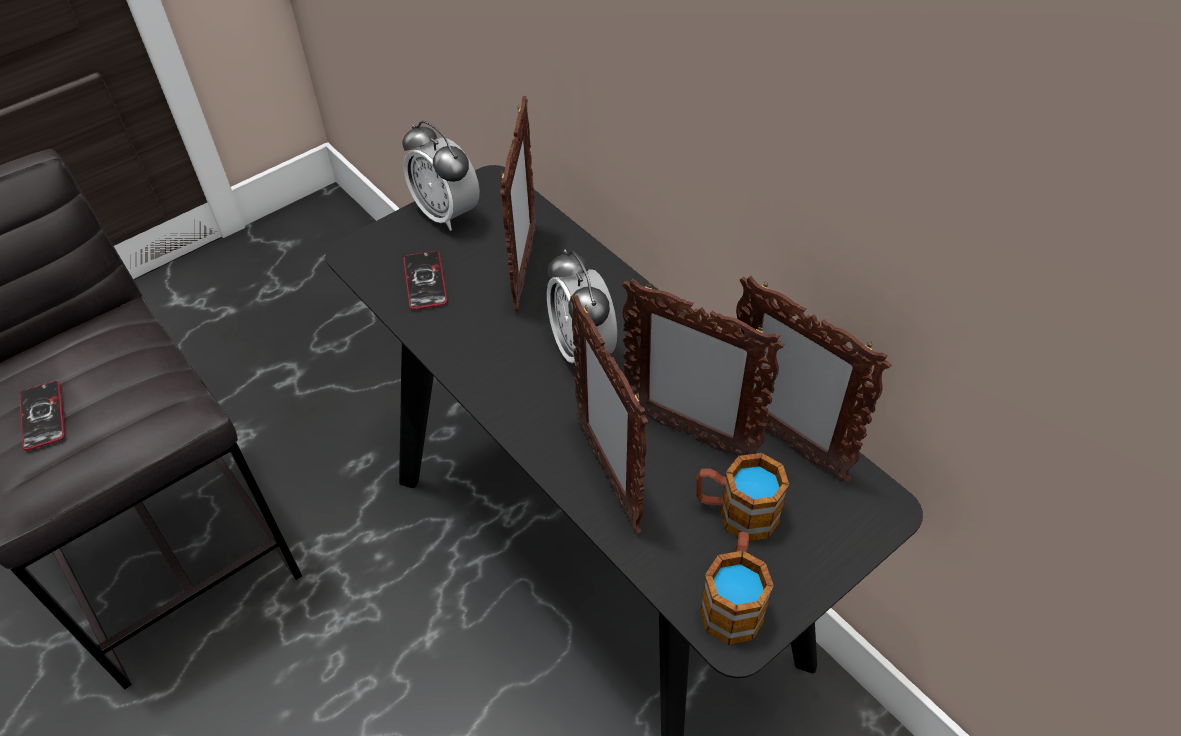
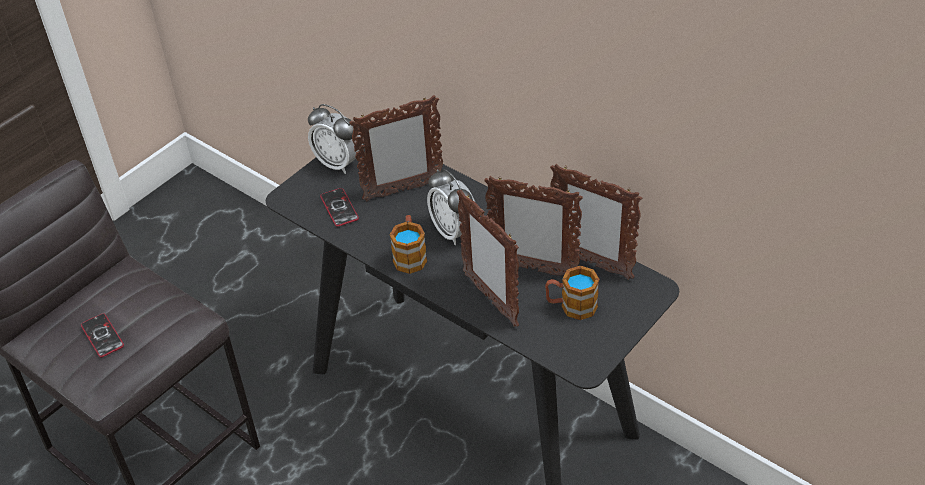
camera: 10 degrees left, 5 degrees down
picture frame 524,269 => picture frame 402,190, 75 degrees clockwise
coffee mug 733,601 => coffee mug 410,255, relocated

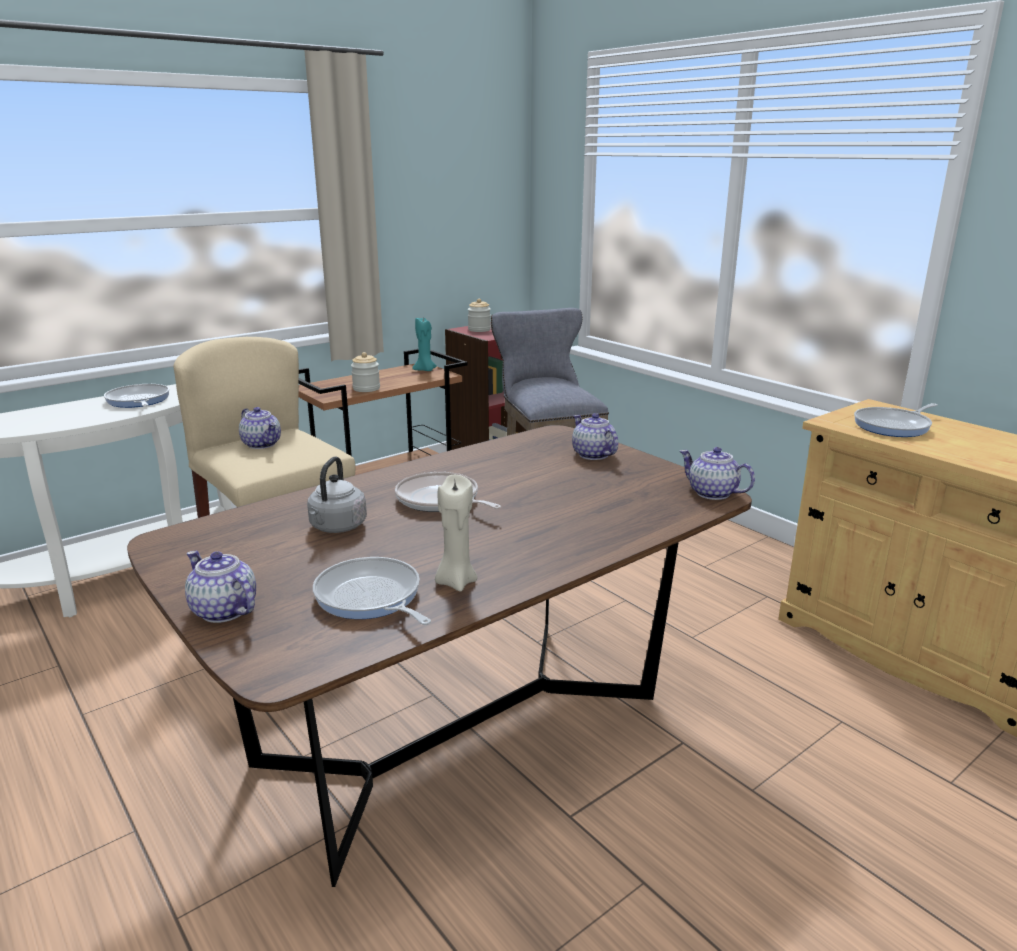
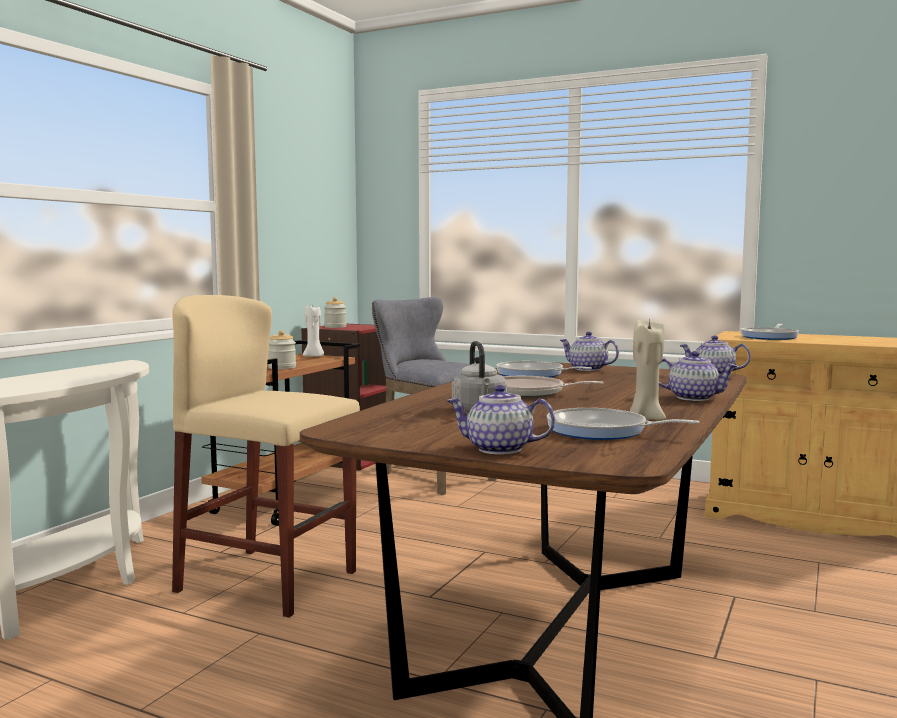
camera: 25 degrees left, 15 degrees down
turquoise-coloured wax candle 425,370 => whitish wax candle 314,356
skillet 138,401 => skillet 533,374, relocated
tea pot 262,444 => tea pot 693,398, relocated

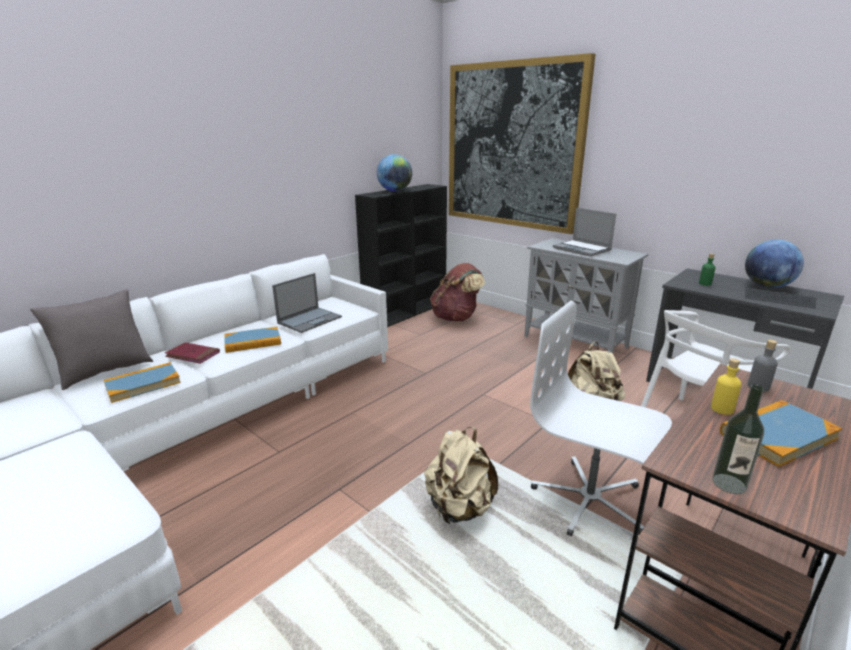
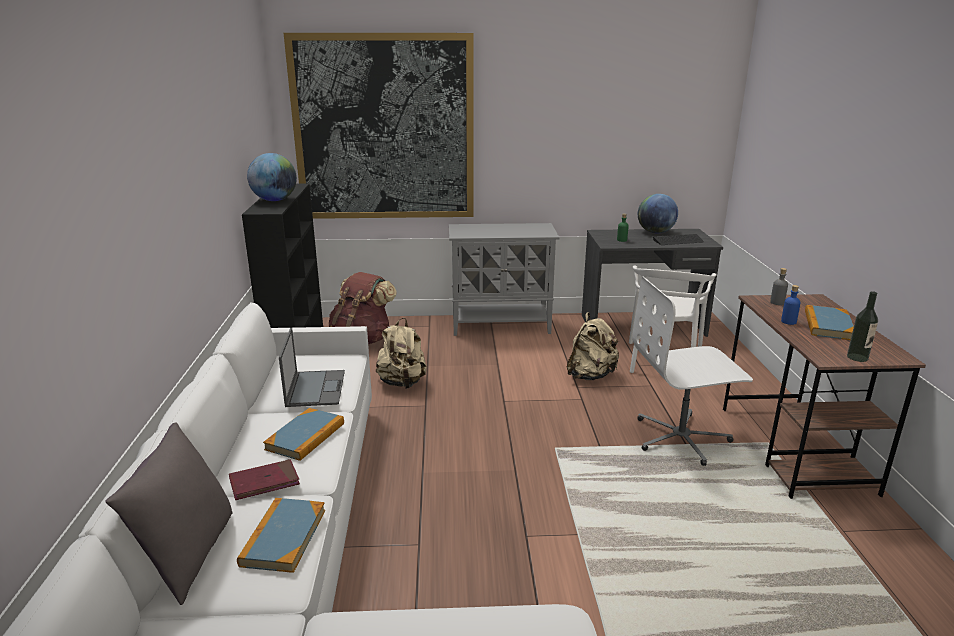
camera: 45 degrees left, 0 degrees up
beige backpack 459,508 => beige backpack 402,383, relocated
yellow bottle 722,409 => bluish bottle 788,321
laptop 582,249 => nothing

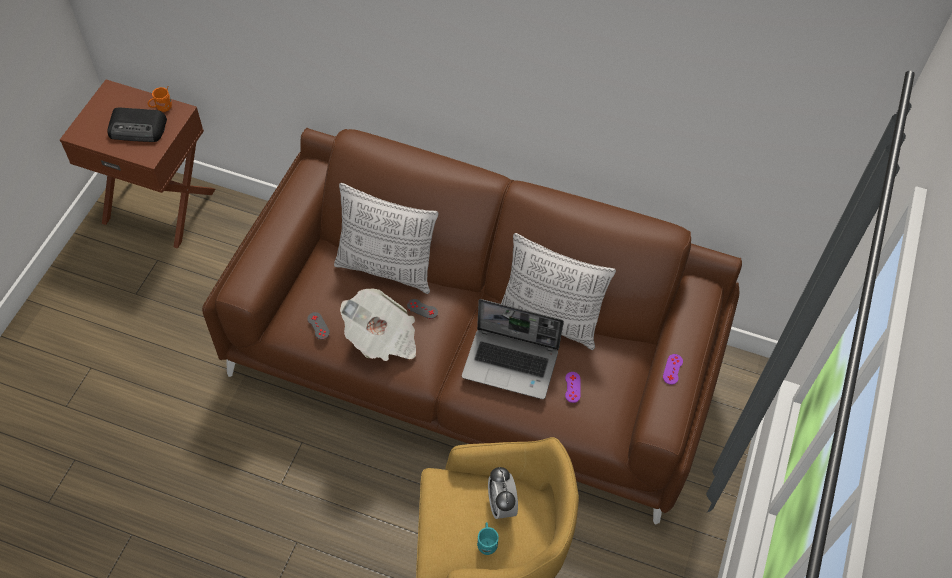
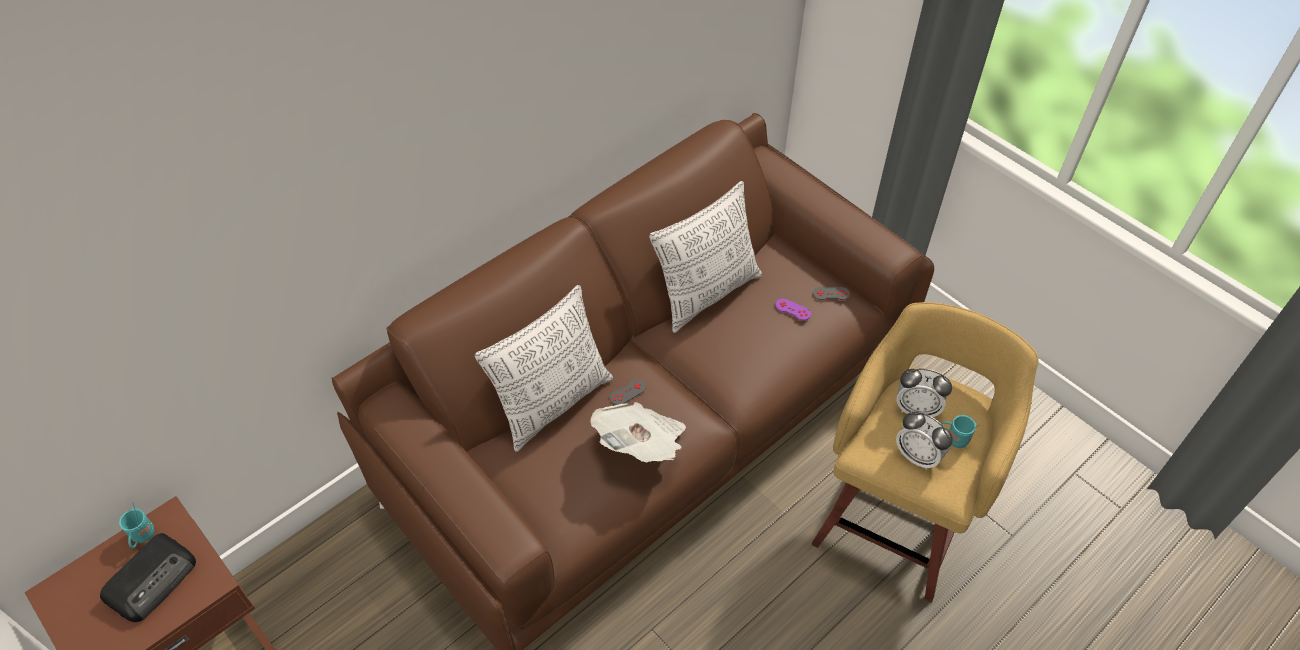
camera: 60 degrees left, 5 degrees down
orangey coffee mug 162,108 => turquoise-coloured coffee mug 142,537
gray joypad 318,326 => gray joypad 831,293, relocated
nothing => alarm clock 918,456
laptop 512,364 => nothing
purple joypad 672,369 => nothing

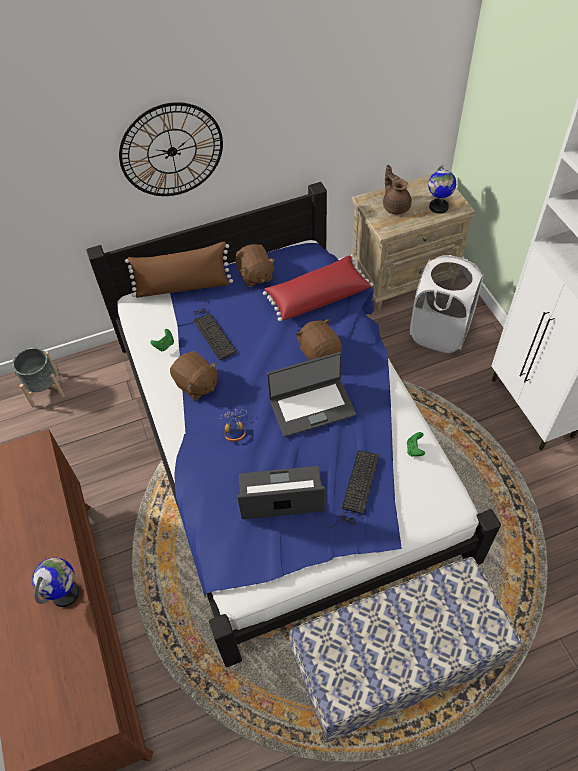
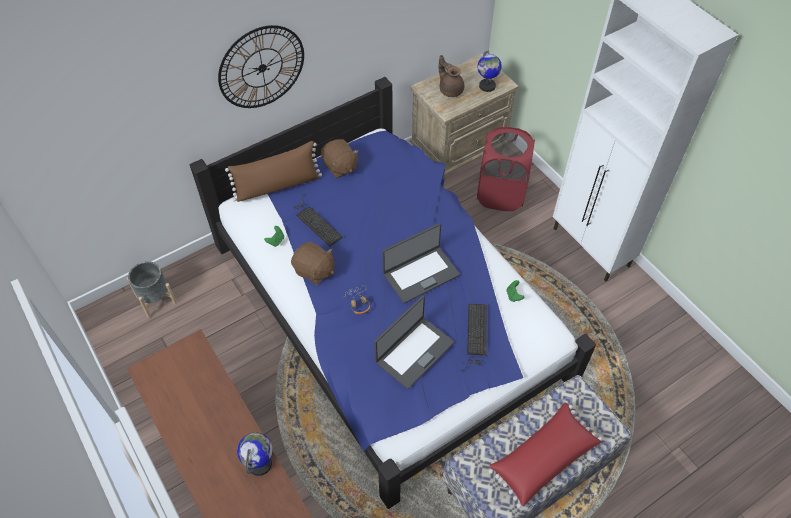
camera: 15 degrees left, 0 degrees up
laptop 281,495 => laptop 414,351, 150 degrees clockwise
whitish laundry basket 440,332 => red-coloured laundry basket 501,194
red-coloured throw pillow 317,296 => red-coloured throw pillow 542,458, relocated
brown-coloured soft toy 320,352 => nothing

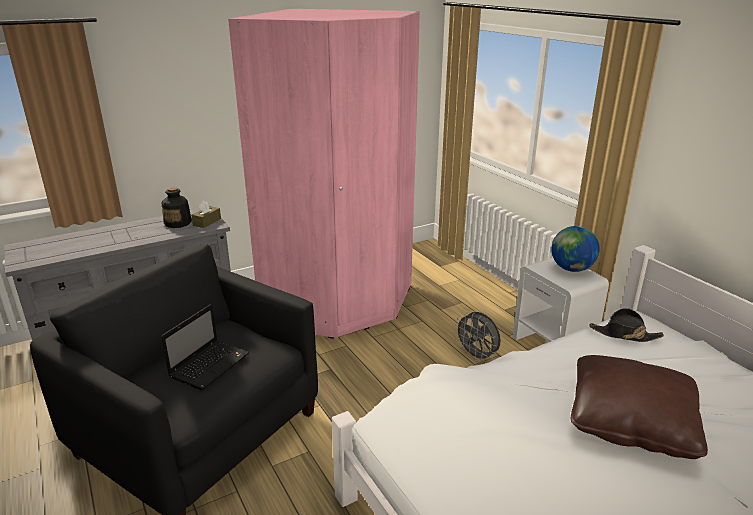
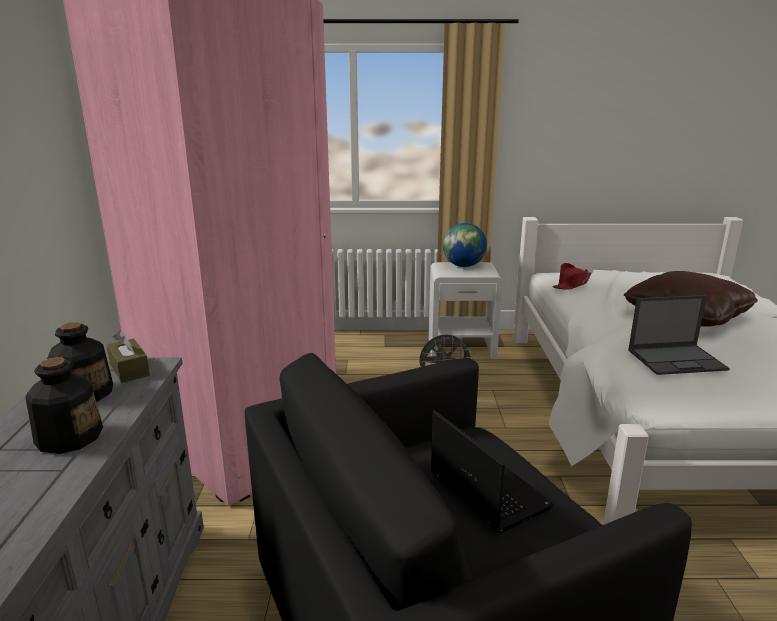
camera: 60 degrees left, 5 degrees down
nothing => bottle 69,437
black-coloured wearable hat 624,334 => red-coloured wearable hat 571,284
nothing => laptop 677,359

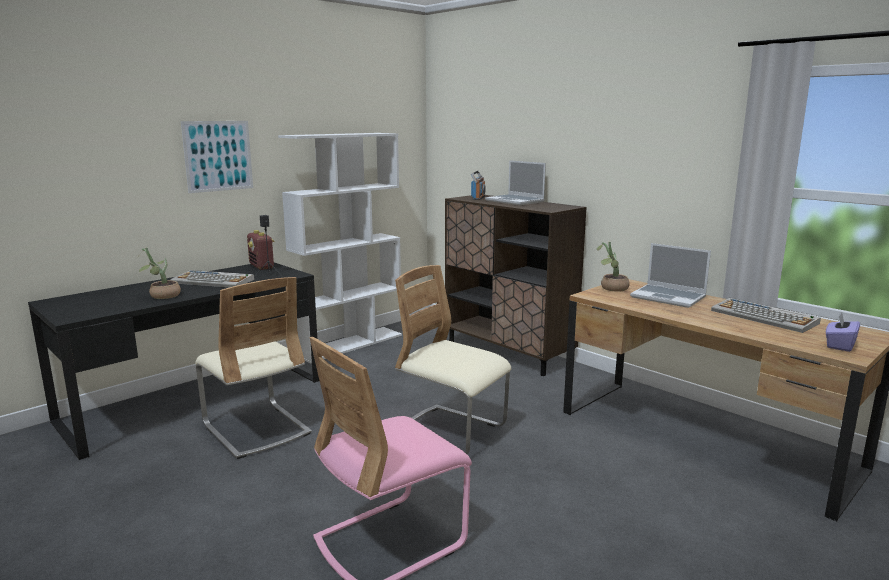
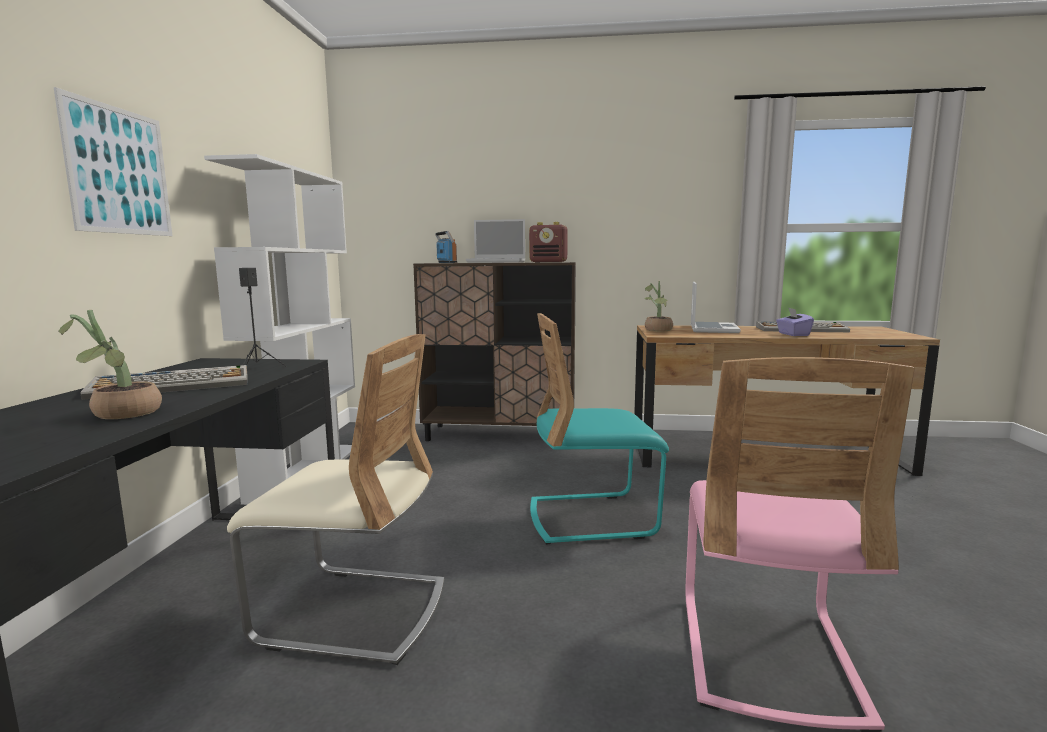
camera: 40 degrees left, 5 degrees down
radio 262,267 => radio 548,262, relocated
beige upright chair 450,432 => turquoise-coloured upright chair 591,518
laptop 669,297 => laptop 712,329, 75 degrees counterclockwise
purple box of tissues 839,345 => purple box of tissues 793,334, relocated

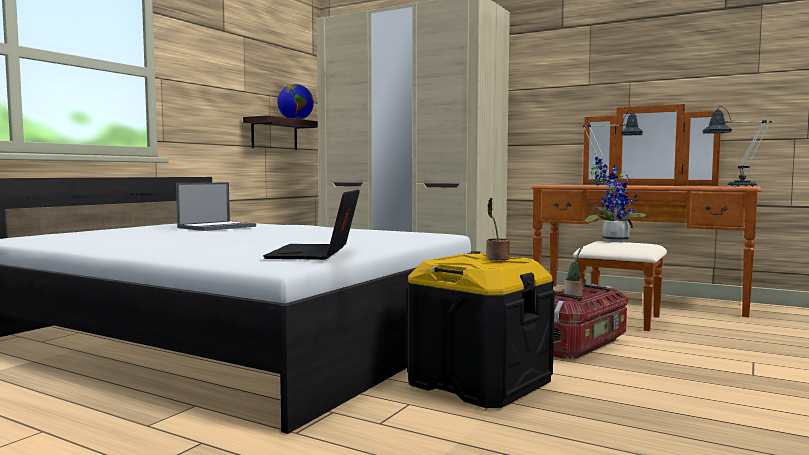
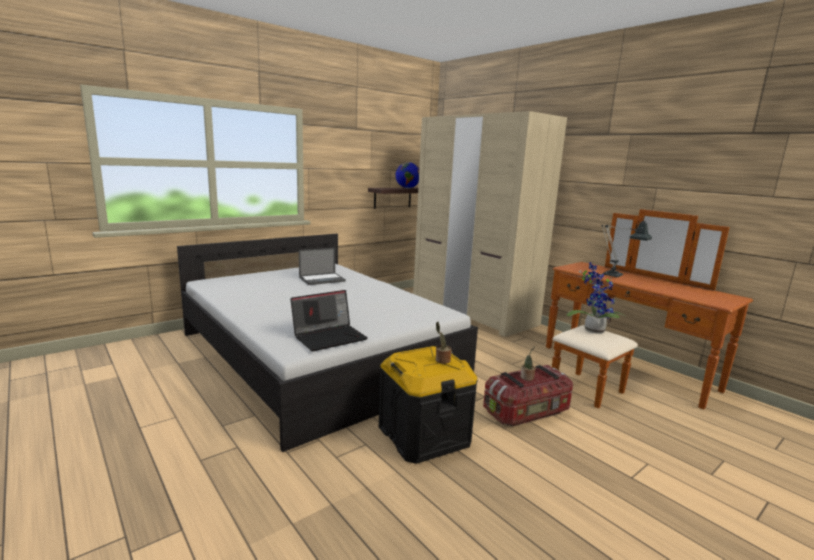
camera: 20 degrees right, 10 degrees up
laptop 316,254 => laptop 330,337, 150 degrees counterclockwise
tabletop lamp 735,186 => nothing

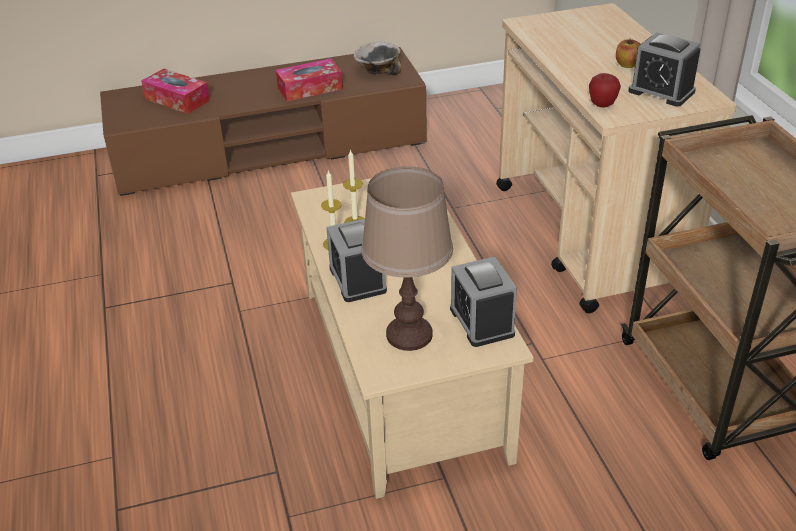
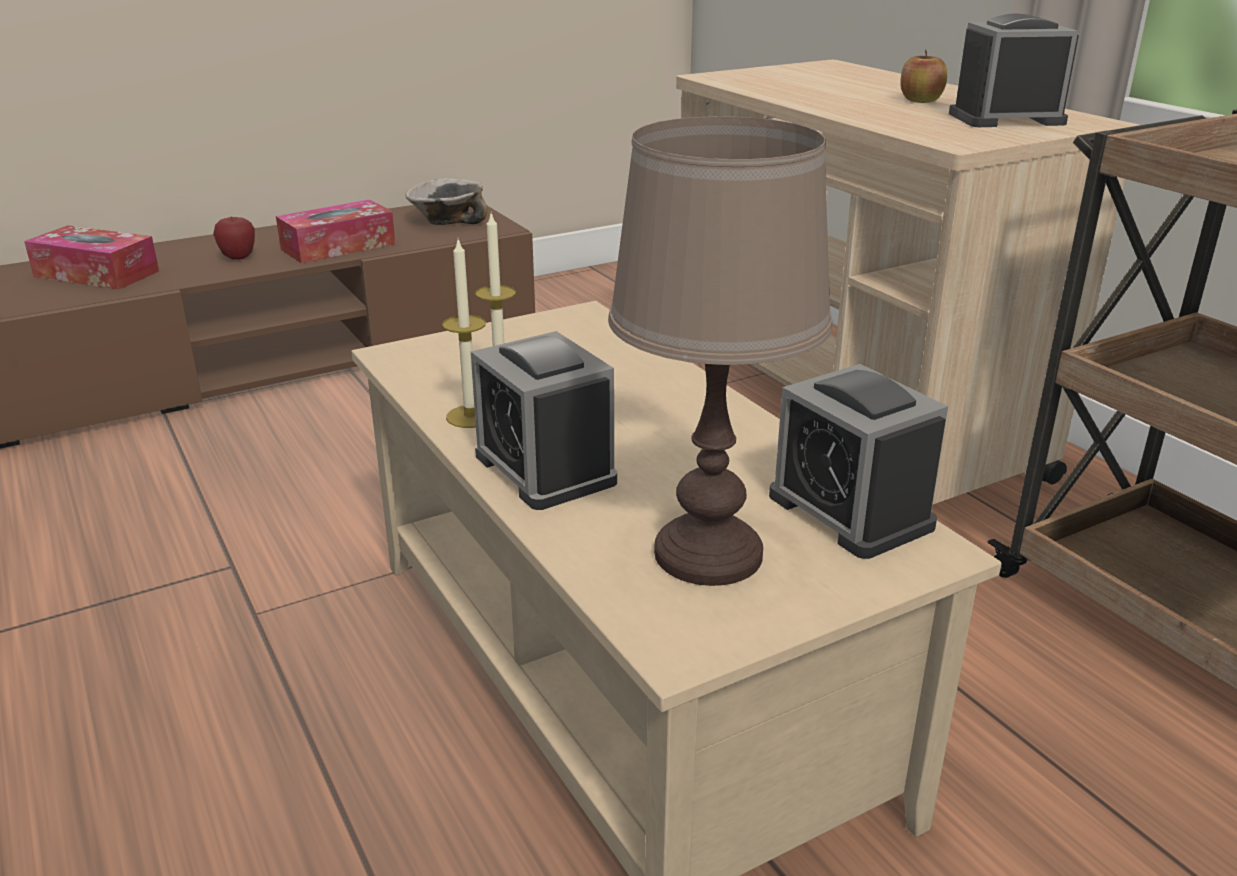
camera: 15 degrees left, 10 degrees down
apple 602,105 => apple 238,258, relocated
alarm clock 661,91 => alarm clock 1006,118, 150 degrees clockwise

